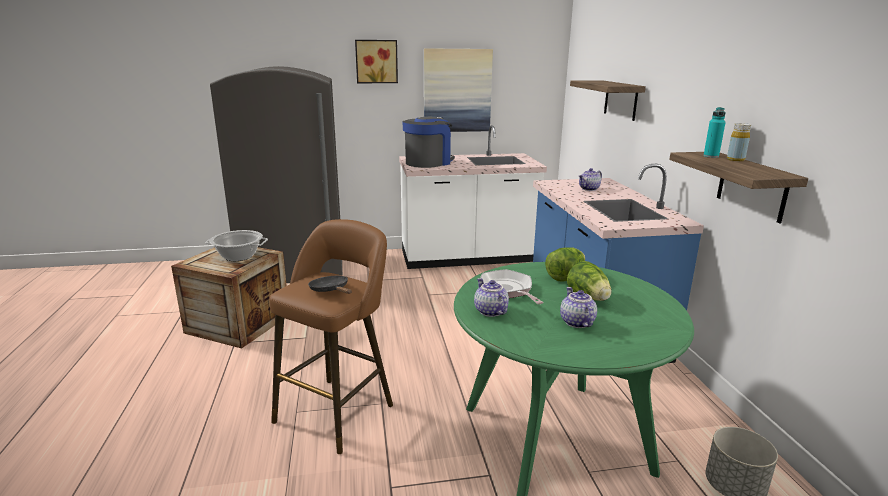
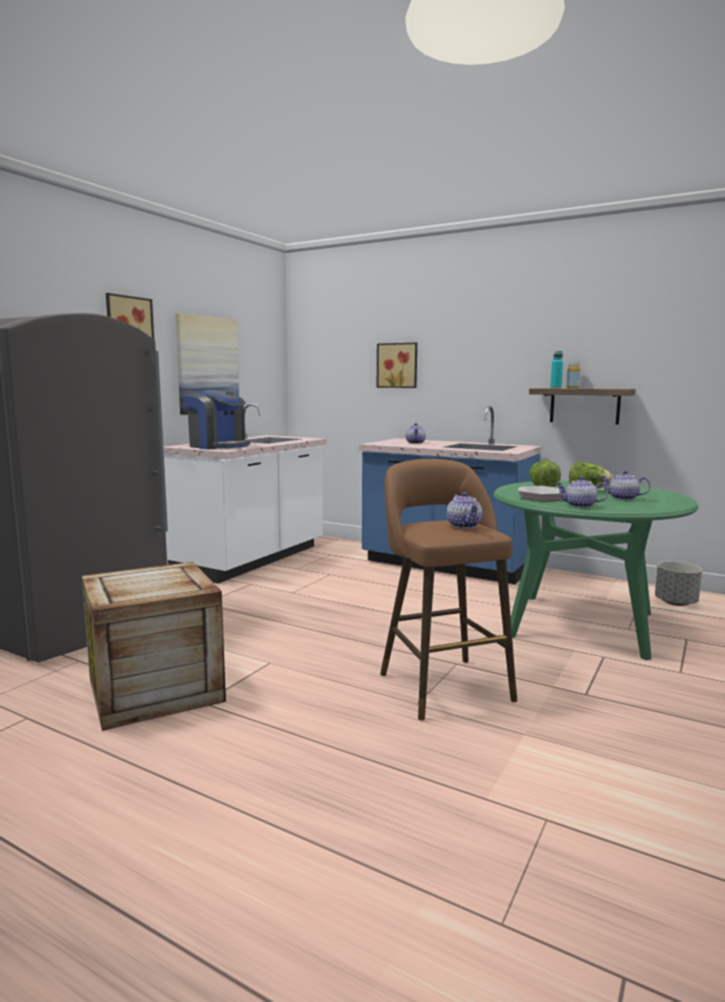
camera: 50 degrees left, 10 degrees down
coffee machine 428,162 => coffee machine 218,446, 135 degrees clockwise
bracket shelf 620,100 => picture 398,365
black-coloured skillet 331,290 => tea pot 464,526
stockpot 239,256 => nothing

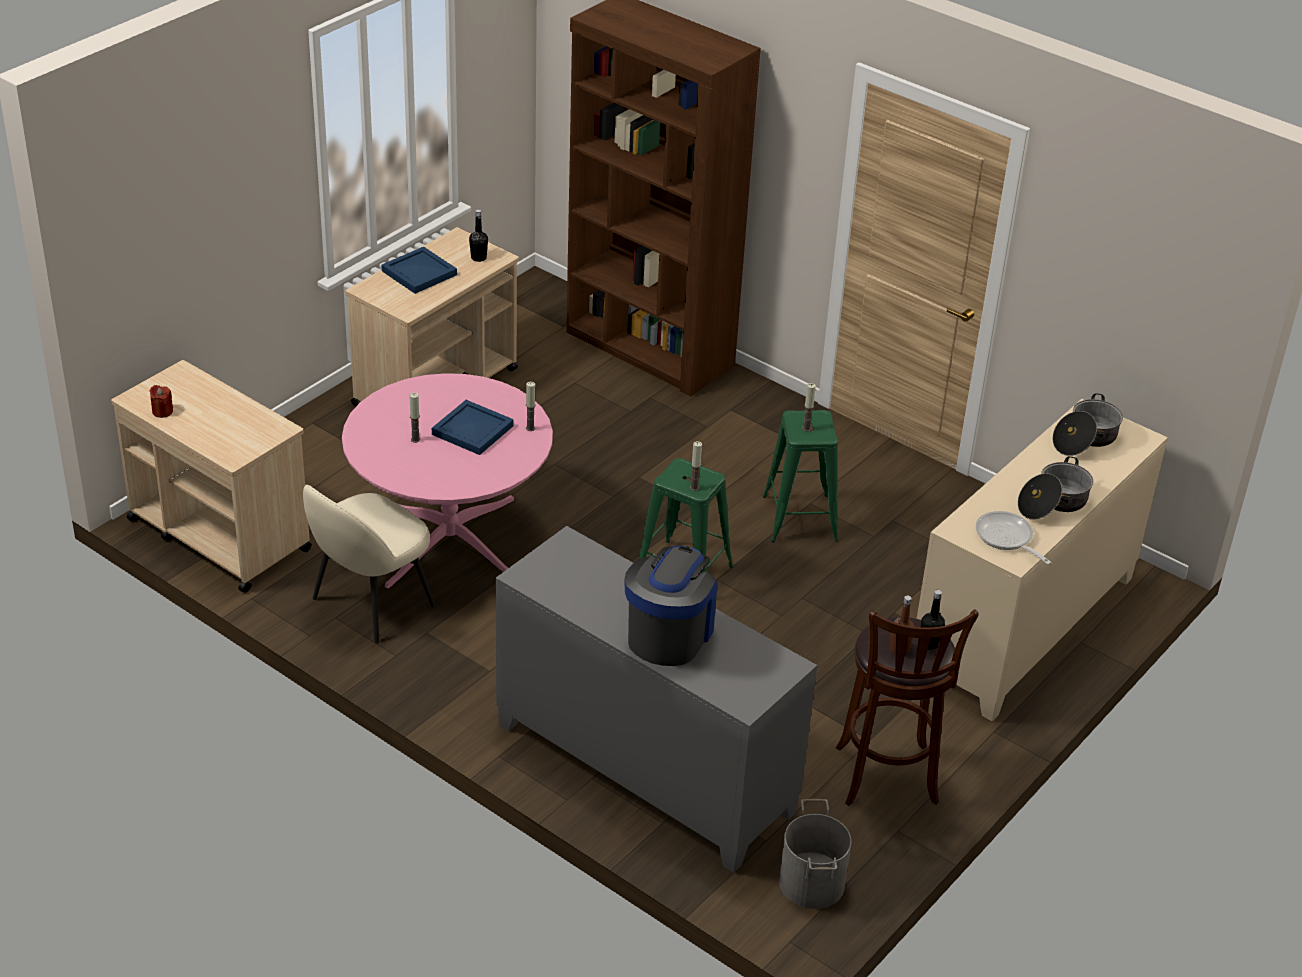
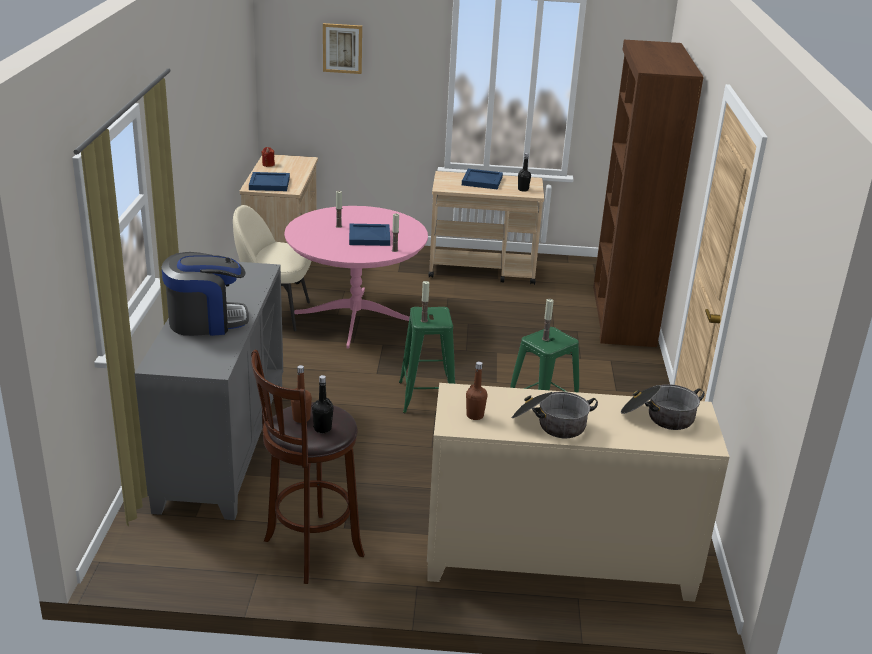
camera: 55 degrees right, 10 degrees down
nothing => bluish carrying tray 270,184
nothing => picture 342,48
skillet 1006,538 => brown-coloured bottle 475,415
gray pail 810,883 => nothing

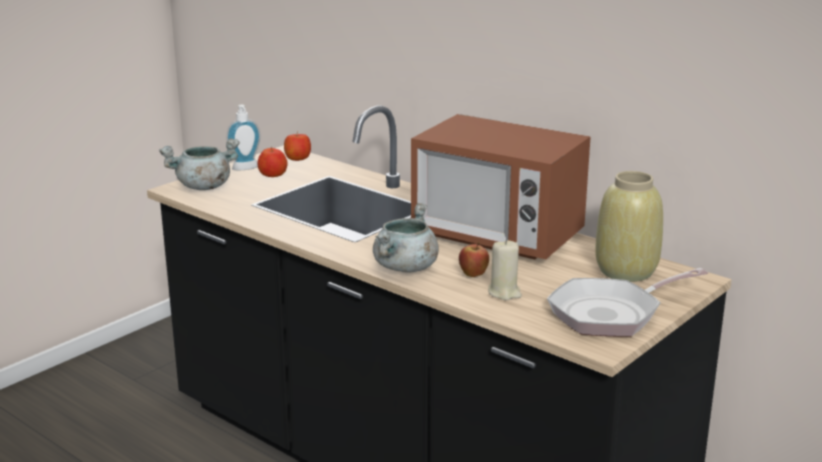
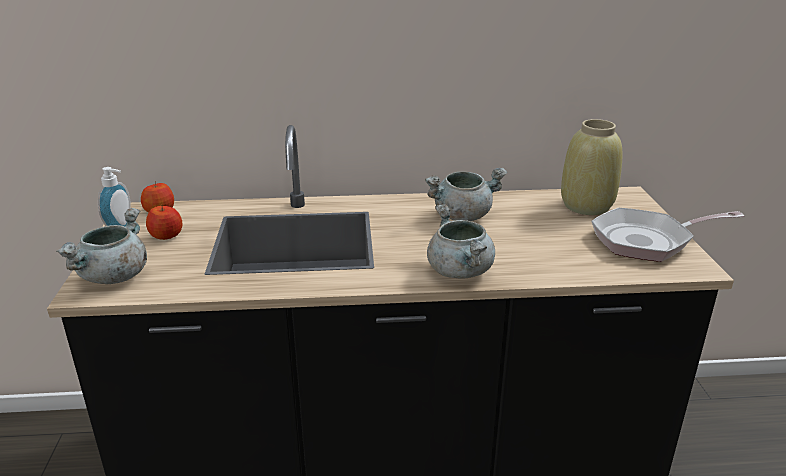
camera: 45 degrees left, 5 degrees up
microwave oven 497,237 => gray stockpot 462,215
skillet 611,313 => skillet 647,241, 60 degrees clockwise
apple 473,275 => nothing
beige wax candle 504,293 => nothing

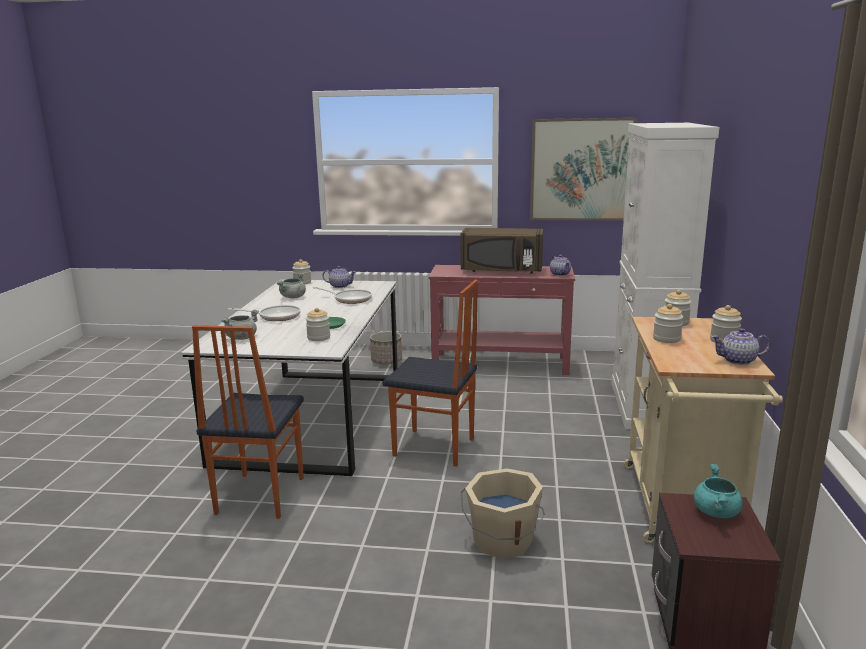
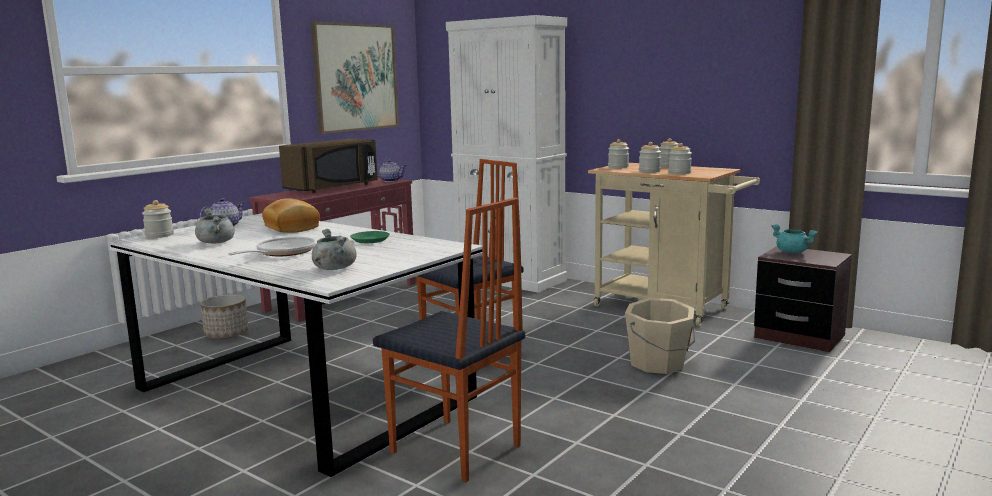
camera: 60 degrees left, 5 degrees down
skillet 350,299 => bakery bread 290,228
jar 318,337 => jar 679,173, relocated
tea pot 738,361 => nothing

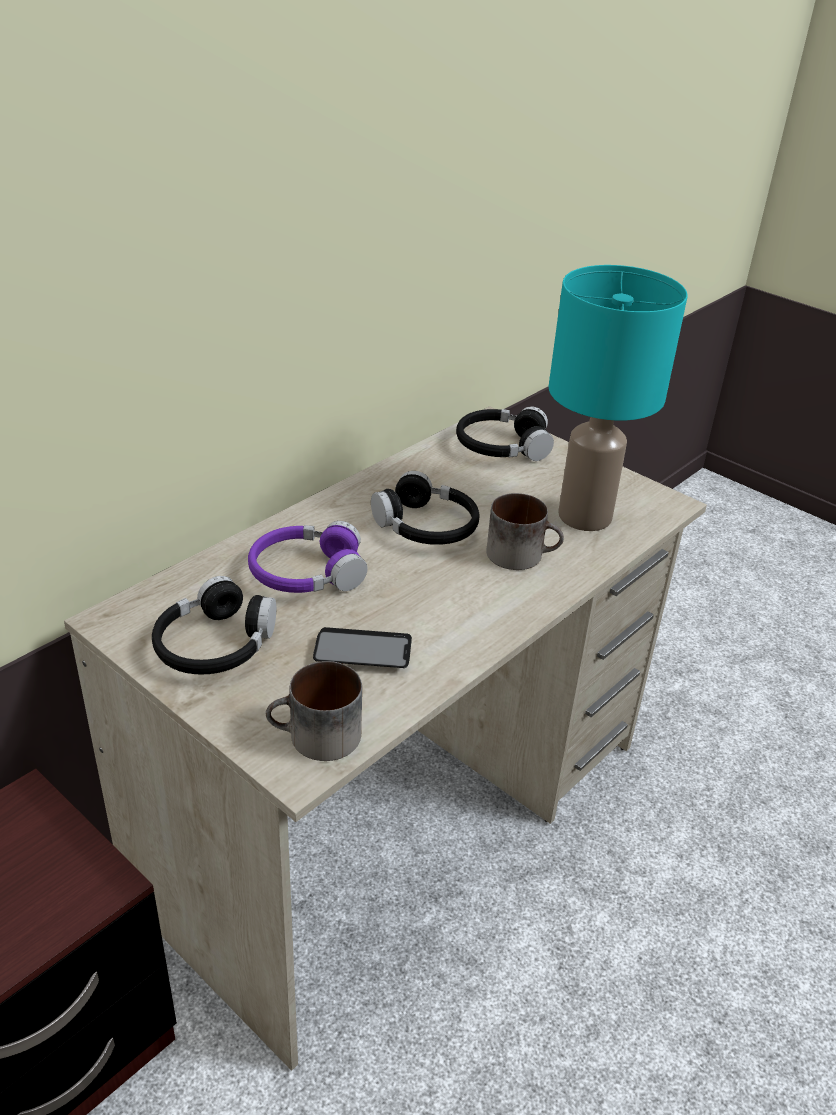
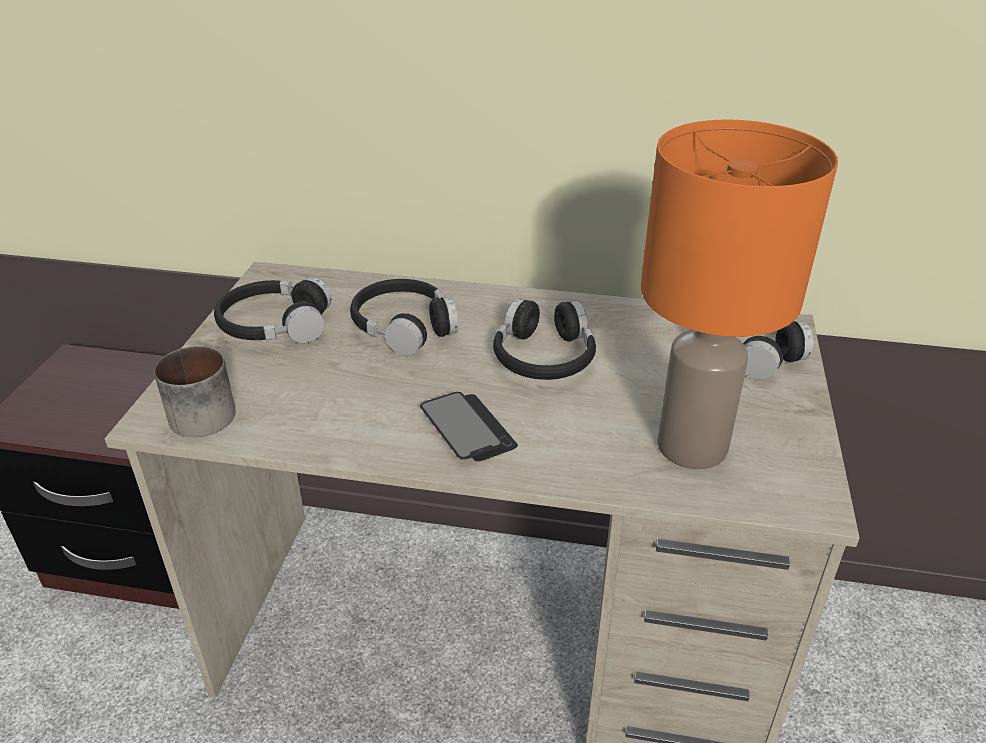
camera: 60 degrees right, 0 degrees up
purple pair of headphones 306,573 => black-coloured pair of headphones 404,327
phone 363,650 => phone 467,428, relocated
turquoise-coloured tabletop lamp 586,517 => orangey tabletop lamp 691,447
coffee mug 522,554 => nothing

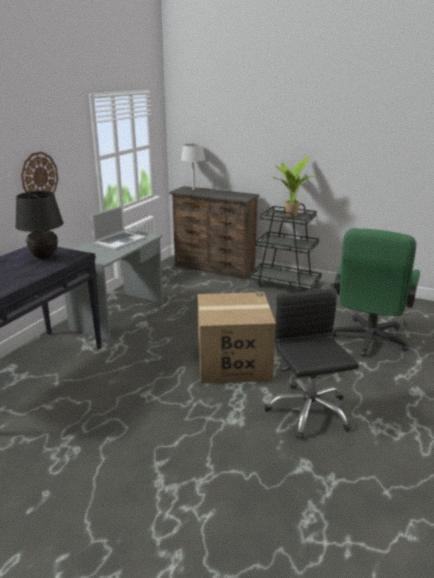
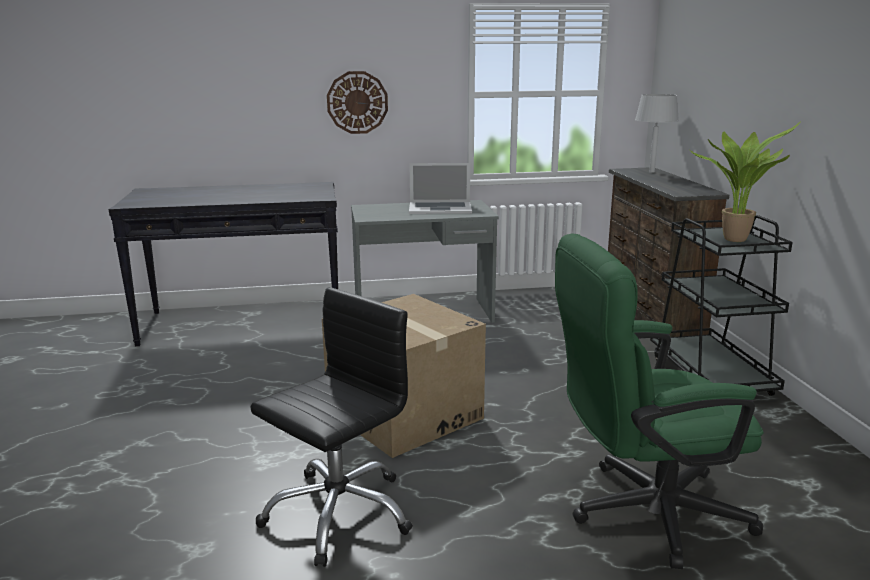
camera: 55 degrees right, 5 degrees down
black-coloured tabletop lamp 45,257 => nothing

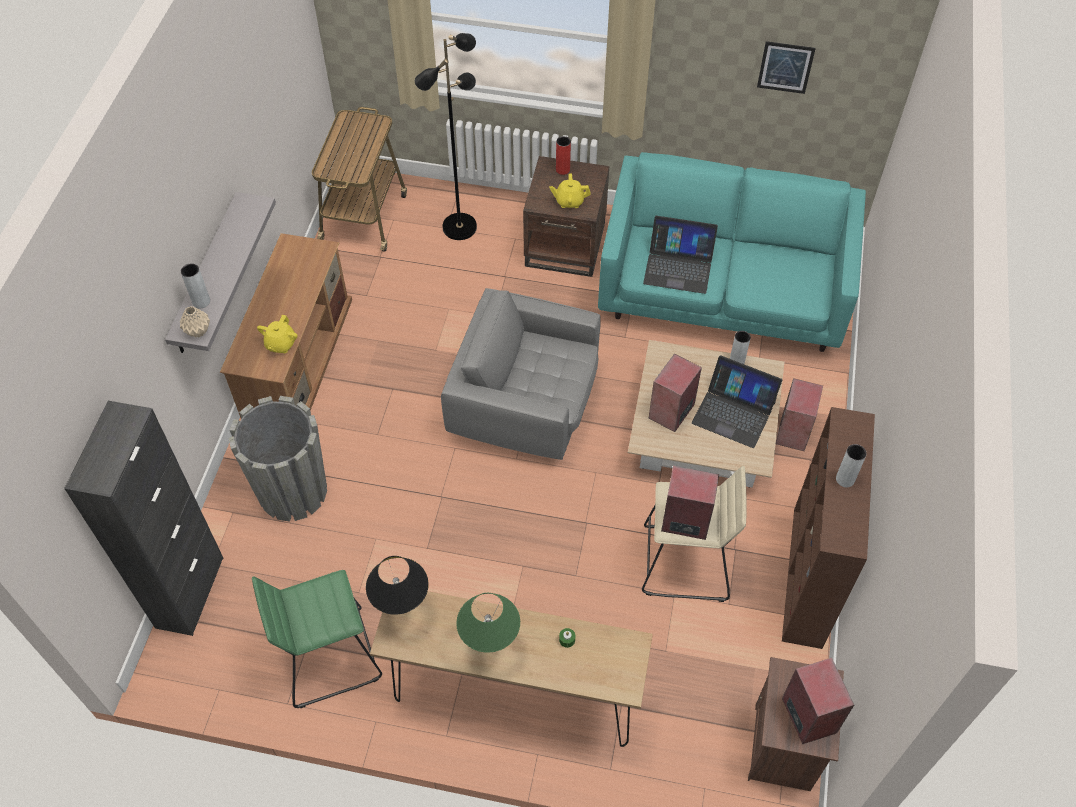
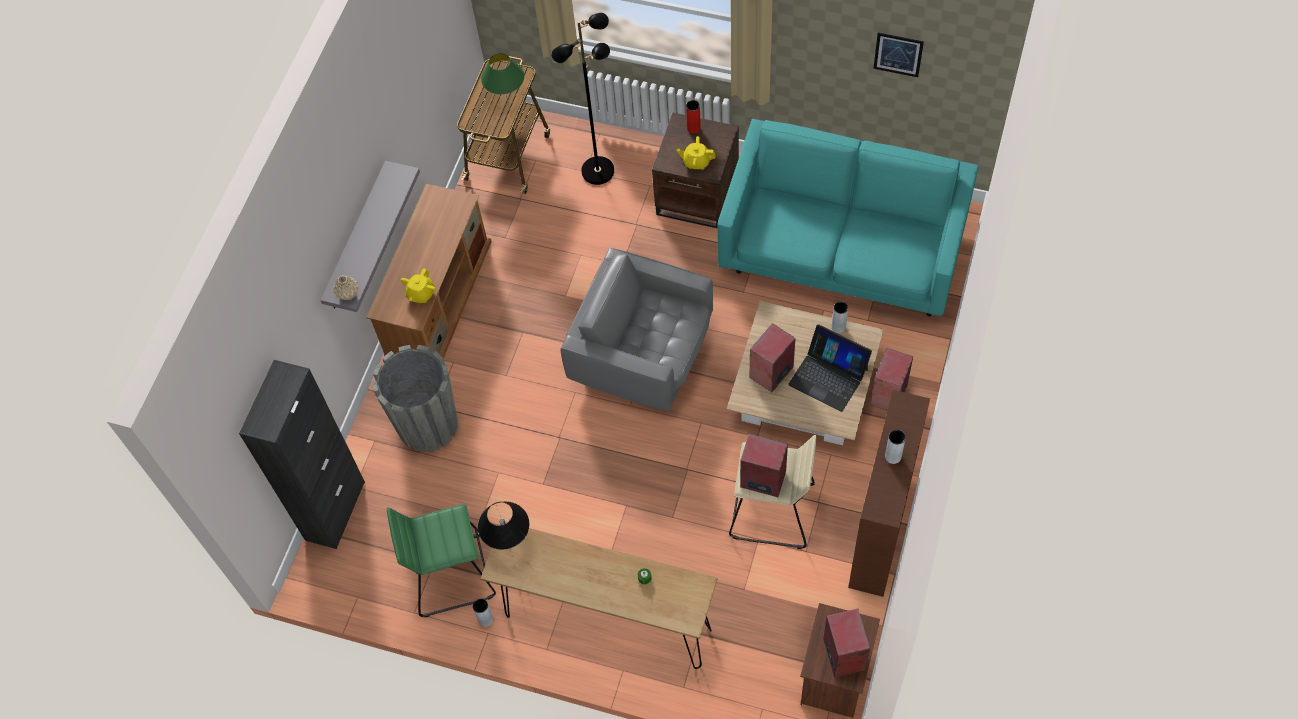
camera: 10 degrees right, 5 degrees up
gray decorative vase 201,301 => gray decorative vase 486,620, relocated
green-coloured tabletop lamp 490,648 => green-coloured tabletop lamp 508,105, relocated
laptop 678,266 => nothing

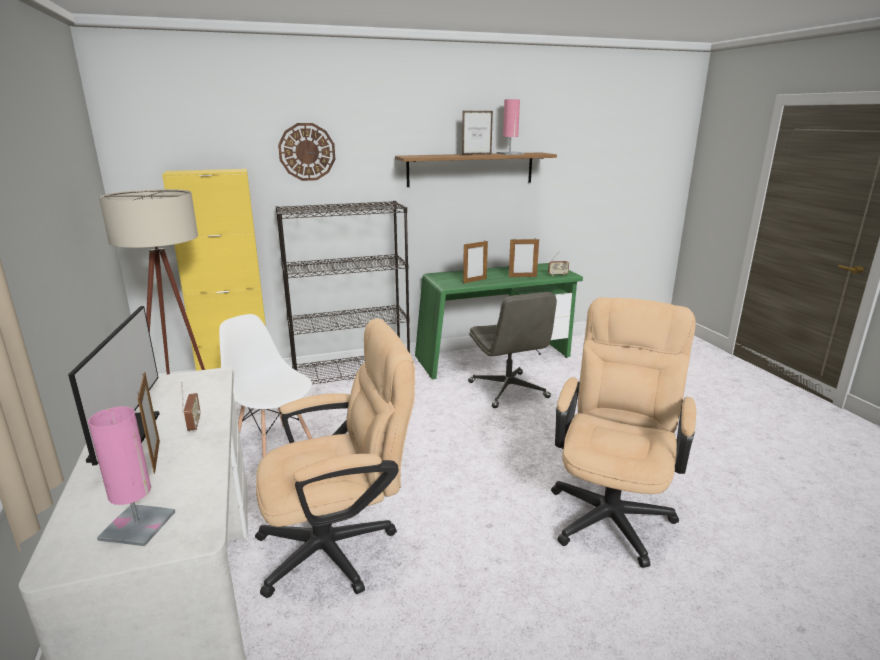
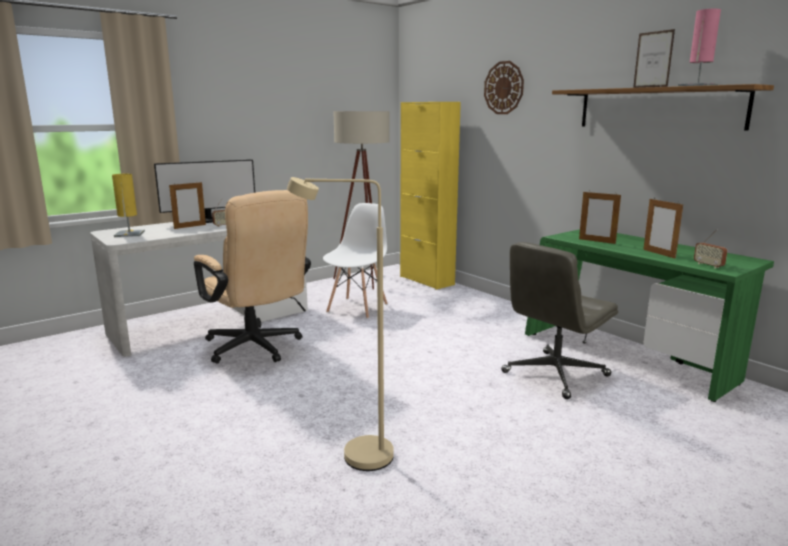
camera: 70 degrees right, 5 degrees down
pinkish tabletop lamp 138,525 => yellow tabletop lamp 129,234
beige desk chair 612,510 => beige floor lamp 354,456
black-coloured shelving unit 352,375 => nothing

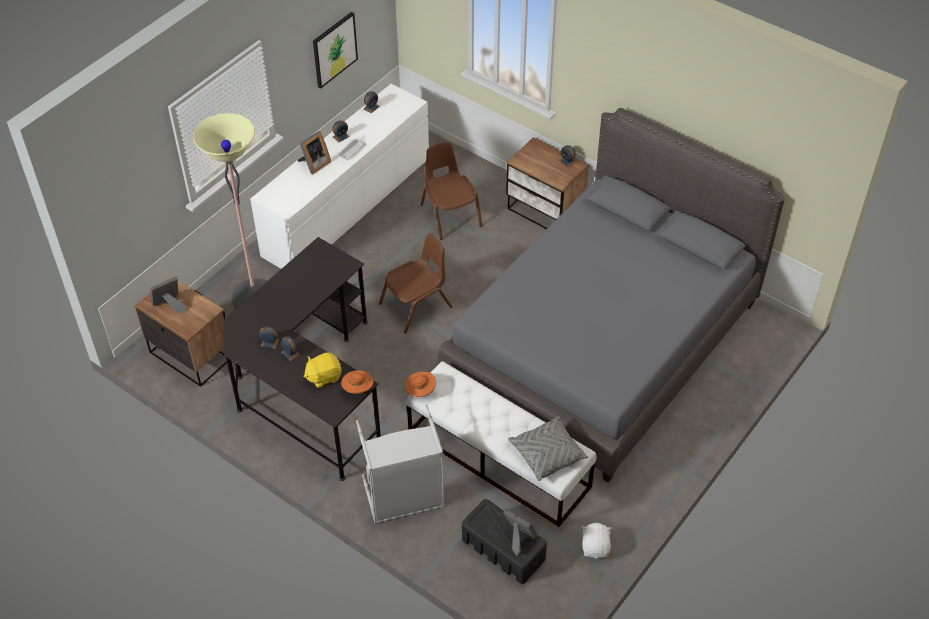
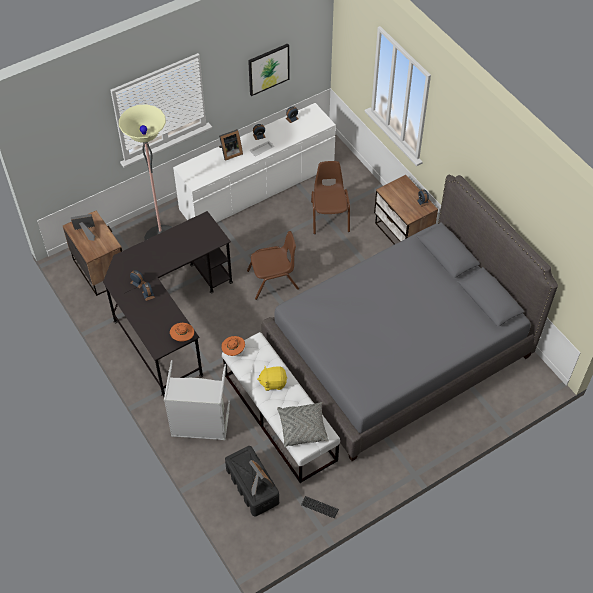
camera: 20 degrees right, 5 degrees up
yellow soft toy 323,376 => yellow soft toy 273,382, relocated
whitish soft toy 595,547 => PC keyboard 319,507

